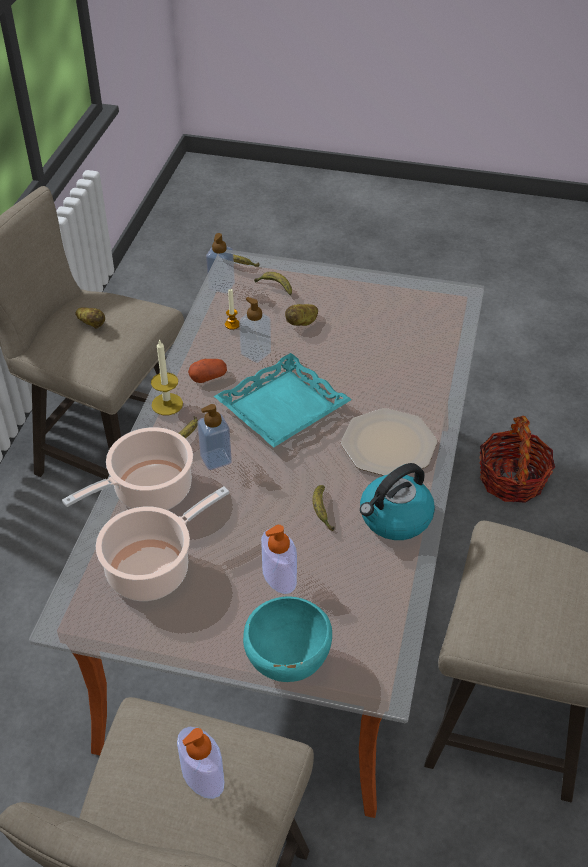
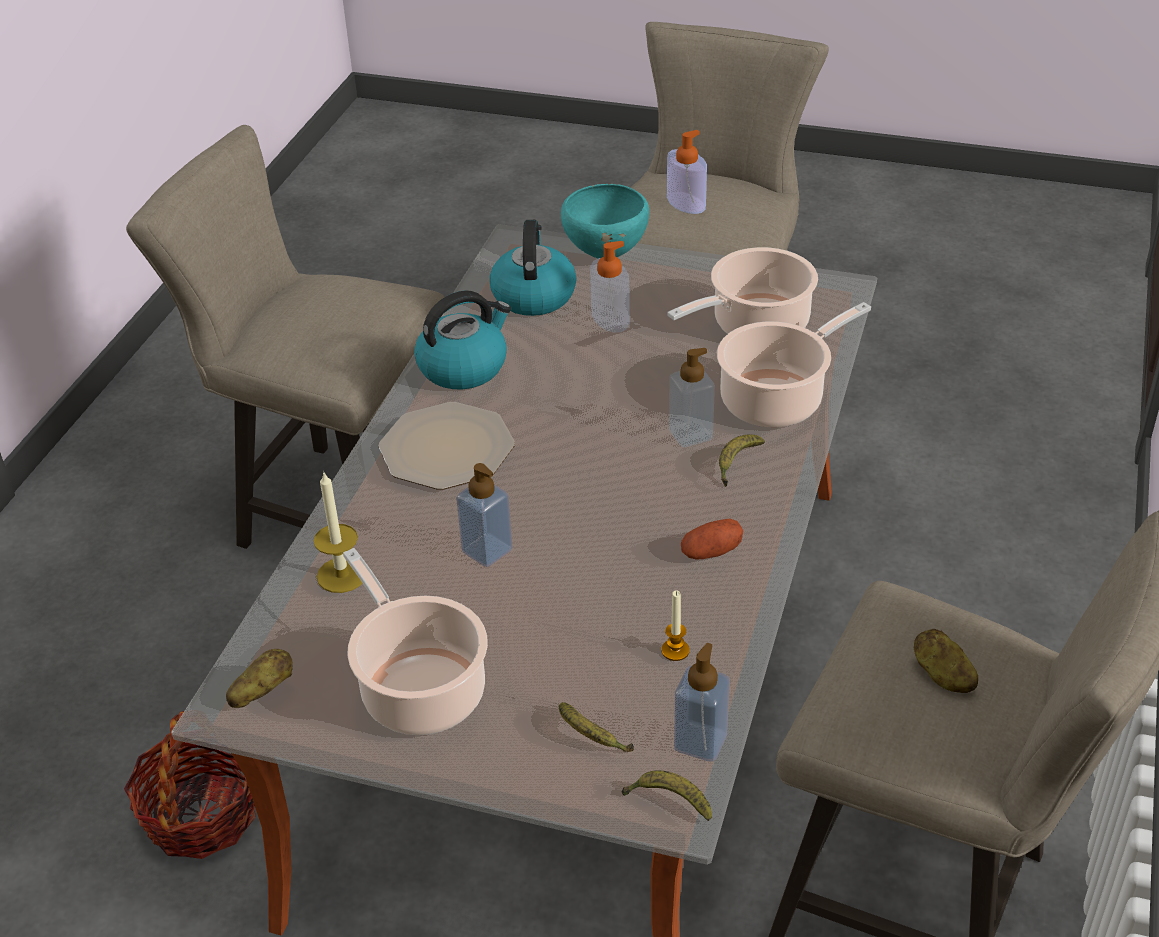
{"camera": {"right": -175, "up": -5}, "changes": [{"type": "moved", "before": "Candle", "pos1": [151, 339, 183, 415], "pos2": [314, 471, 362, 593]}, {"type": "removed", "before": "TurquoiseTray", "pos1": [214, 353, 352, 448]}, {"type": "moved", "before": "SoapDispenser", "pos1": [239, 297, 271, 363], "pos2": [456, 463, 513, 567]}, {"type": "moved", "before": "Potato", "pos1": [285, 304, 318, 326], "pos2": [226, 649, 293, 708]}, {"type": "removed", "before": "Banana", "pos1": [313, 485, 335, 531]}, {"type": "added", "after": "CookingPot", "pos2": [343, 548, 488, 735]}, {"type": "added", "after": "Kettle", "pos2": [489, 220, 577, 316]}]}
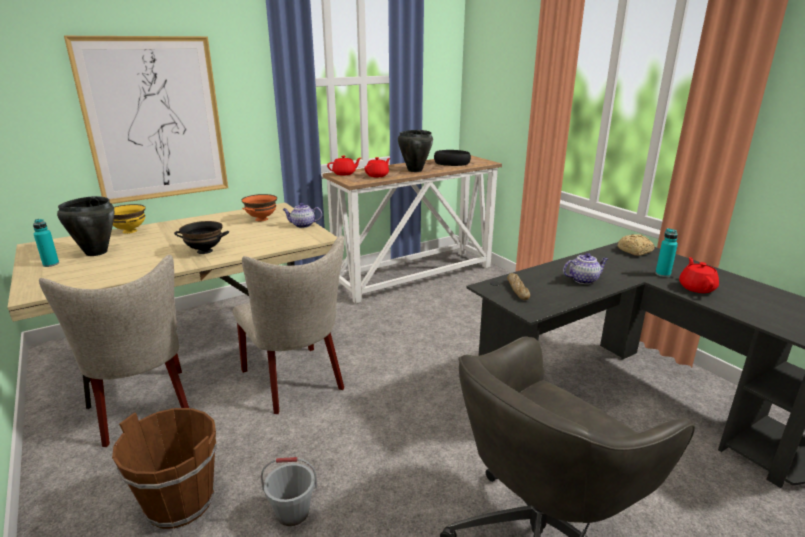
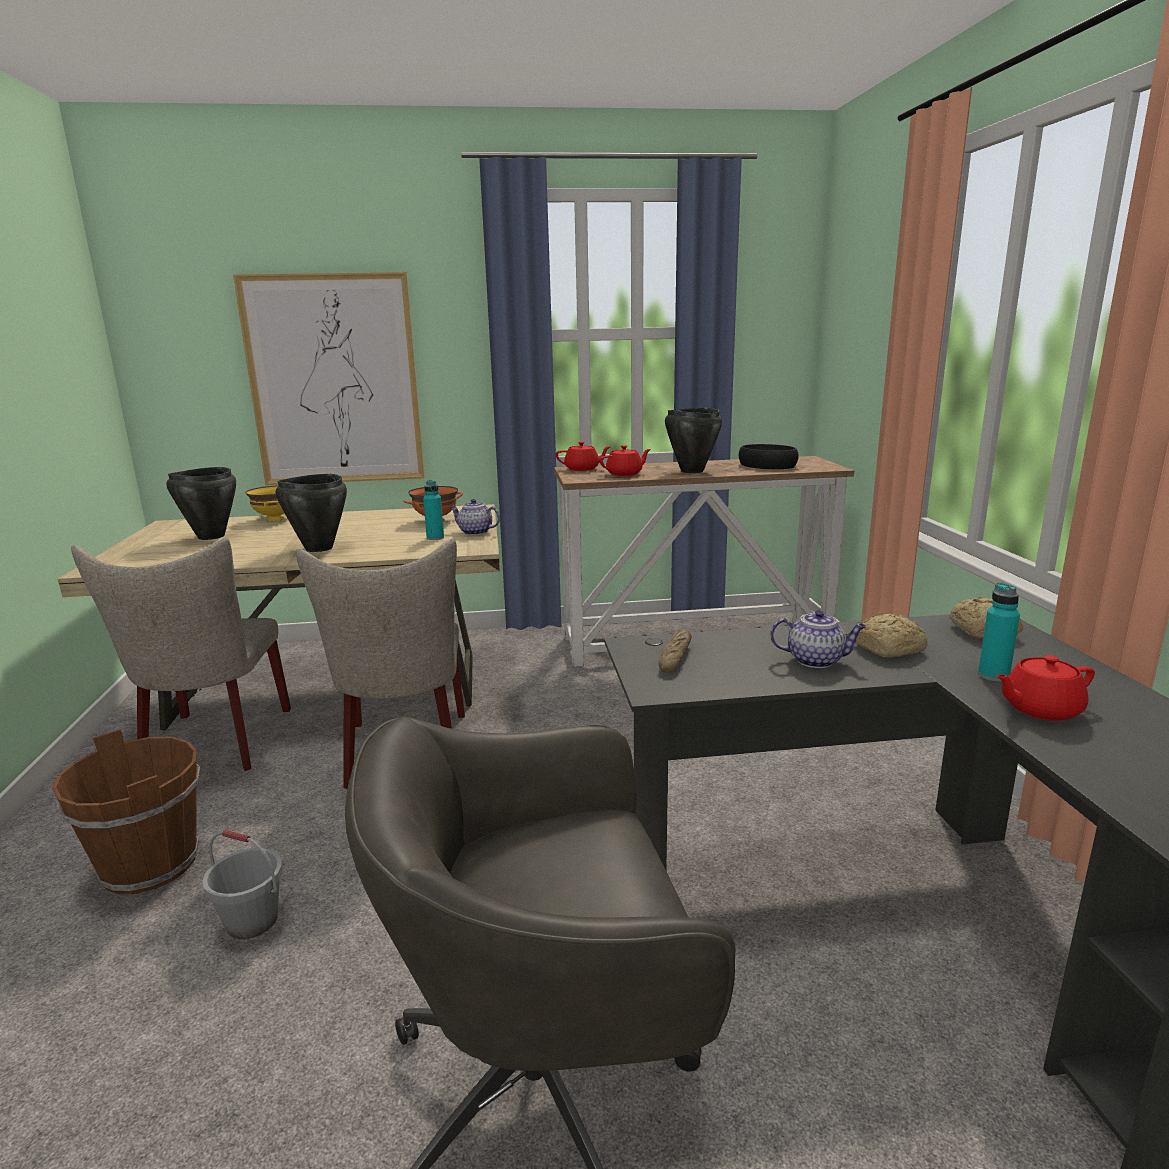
{"camera": {"right": 25, "up": -5}, "changes": [{"type": "moved", "before": "TurquoiseBottle", "pos1": [33, 219, 59, 267], "pos2": [423, 480, 444, 540]}, {"type": "replaced", "before": "BlackBowl", "after": "BlackCookingPot", "pos1": [174, 221, 229, 254], "pos2": [276, 474, 347, 552]}, {"type": "turned", "before": "RedTeapot", "pos1": [679, 257, 719, 293], "pos2": [996, 655, 1095, 721], "turn": -135}, {"type": "added", "after": "Bread", "pos2": [856, 613, 928, 658]}]}
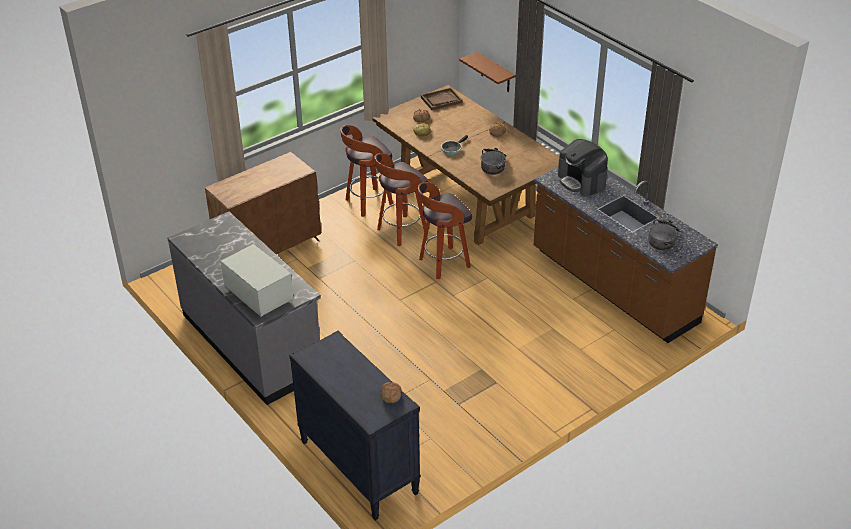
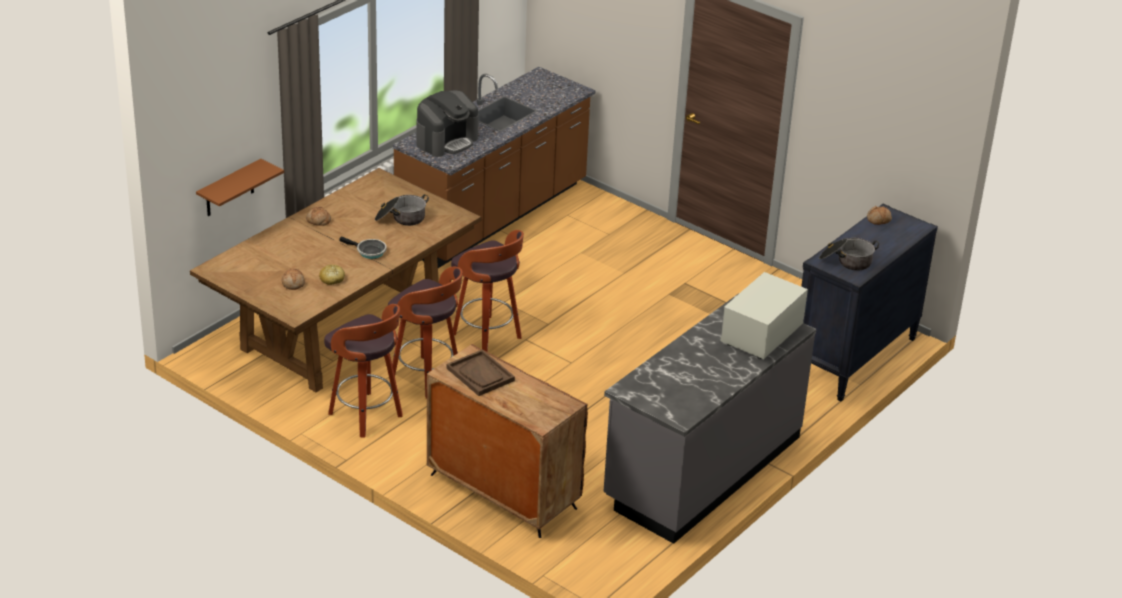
{"camera": {"right": -105, "up": -5}, "changes": [{"type": "moved", "before": "BrownTray", "pos1": [421, 88, 463, 110], "pos2": [446, 350, 515, 396]}, {"type": "moved", "before": "CookingPot", "pos1": [648, 219, 681, 250], "pos2": [819, 238, 879, 271]}]}
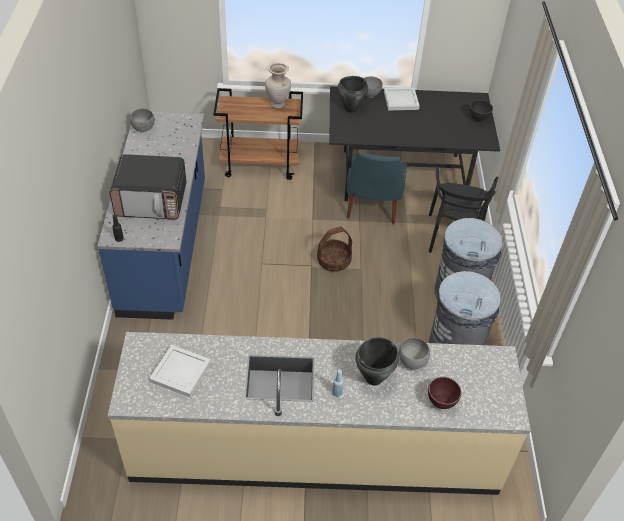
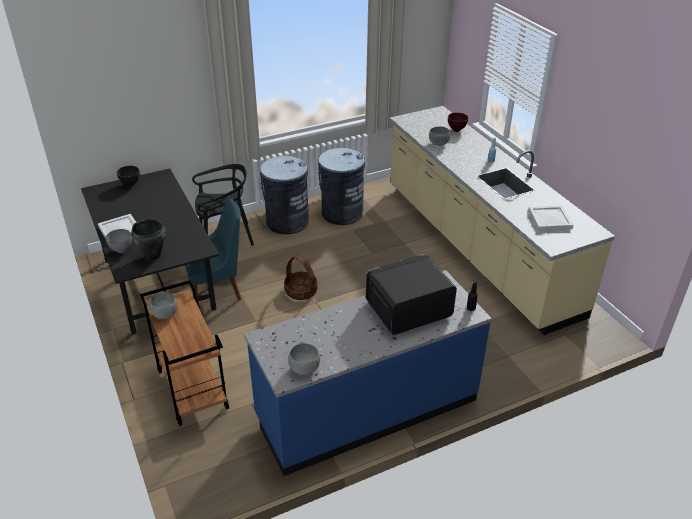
{"camera": {"right": -115, "up": -10}, "changes": [{"type": "turned", "before": "Microwave", "pos1": [110, 154, 186, 219], "pos2": [365, 254, 457, 335], "turn": -90}, {"type": "replaced", "before": "BeigeVase", "after": "GreyBowl", "pos1": [265, 63, 291, 108], "pos2": [149, 292, 177, 319]}, {"type": "removed", "before": "BlackCookingPot", "pos1": [355, 337, 399, 386]}]}
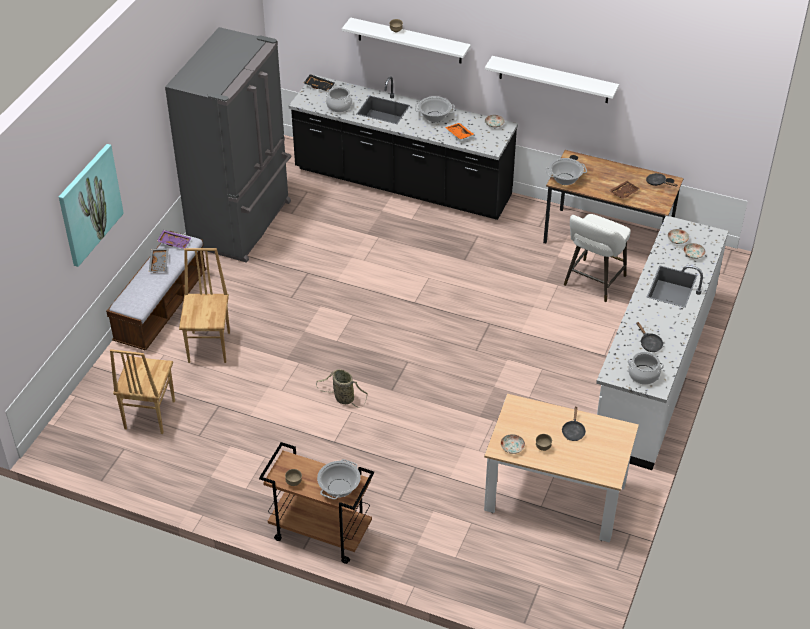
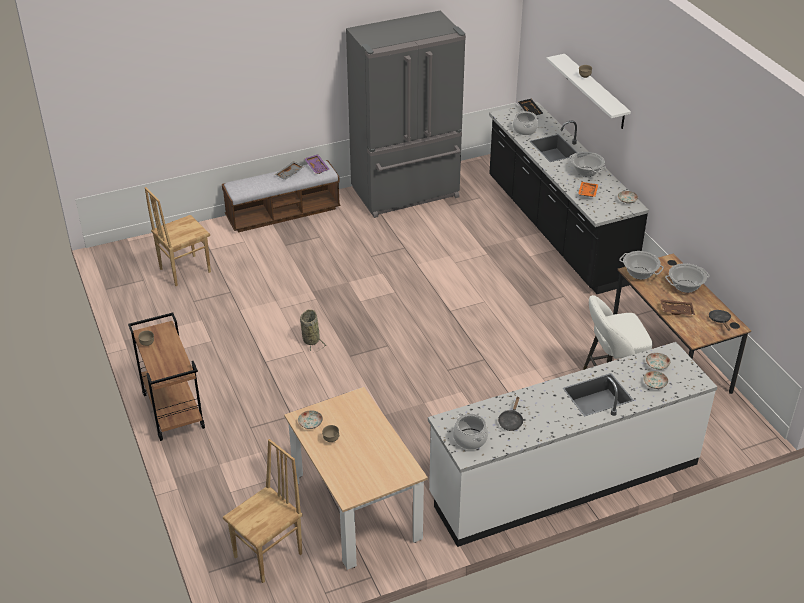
{"camera": {"right": 45, "up": -5}, "changes": [{"type": "removed", "before": "Picture", "pos1": [59, 144, 124, 267]}, {"type": "moved", "before": "BrownChair", "pos1": [179, 248, 230, 363], "pos2": [223, 439, 303, 583]}, {"type": "moved", "before": "CookingPot", "pos1": [317, 459, 361, 500], "pos2": [665, 263, 710, 293]}, {"type": "removed", "before": "WhiteShelf", "pos1": [485, 56, 619, 103]}, {"type": "removed", "before": "BlackFryingPan", "pos1": [562, 407, 586, 441]}]}
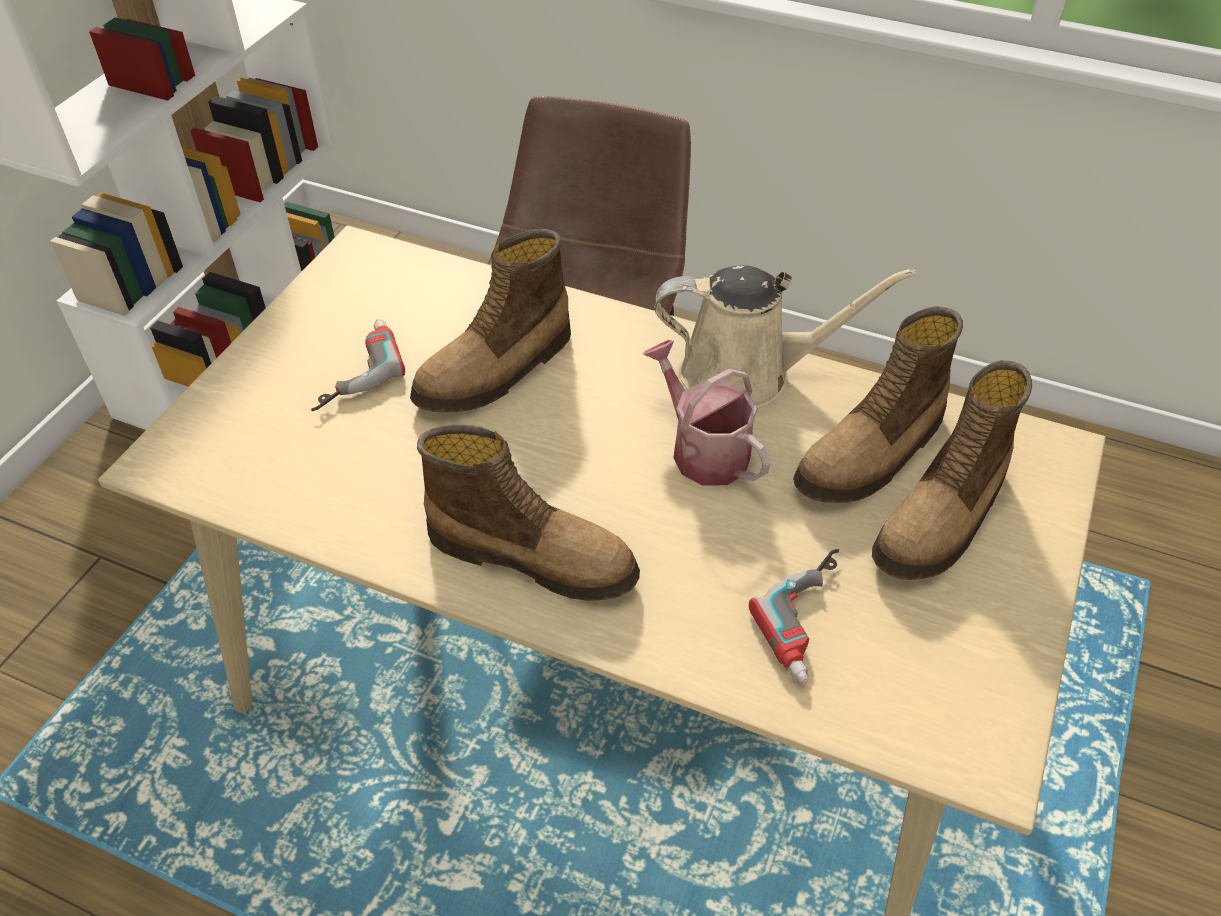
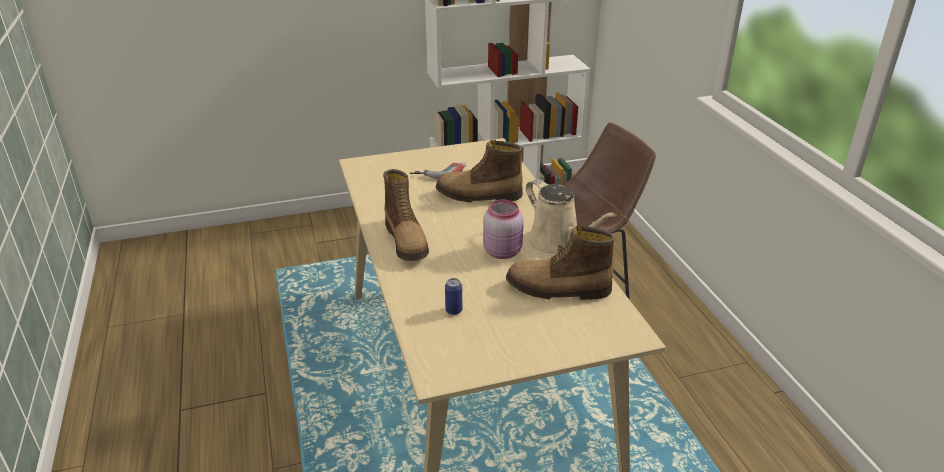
{"camera": {"right": 50, "up": -15}, "changes": [{"type": "replaced", "before": "WateringCan", "after": "PinkJar", "pos1": [643, 340, 771, 486], "pos2": [483, 200, 524, 259]}, {"type": "replaced", "before": "PowerDrill", "after": "Can", "pos1": [749, 549, 839, 684], "pos2": [445, 278, 462, 315]}, {"type": "removed", "before": "Boot", "pos1": [872, 360, 1032, 580]}]}
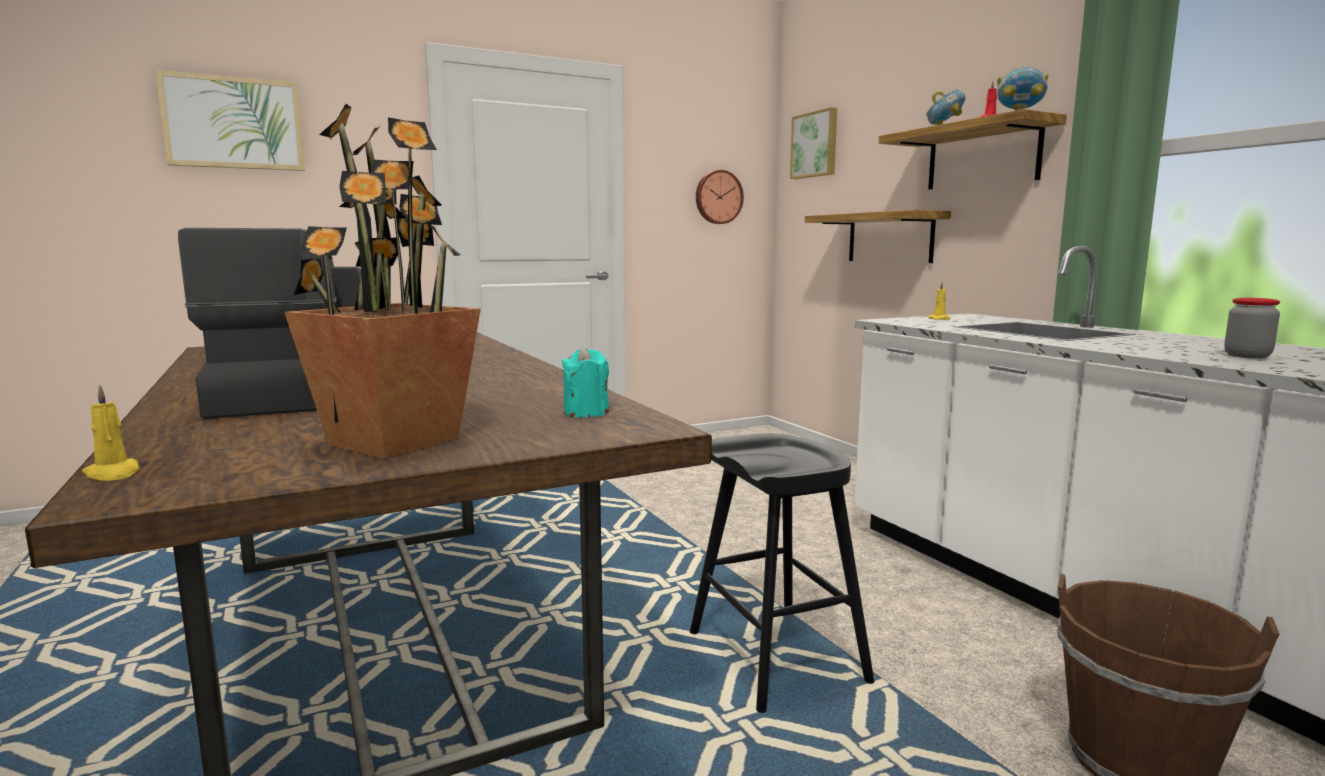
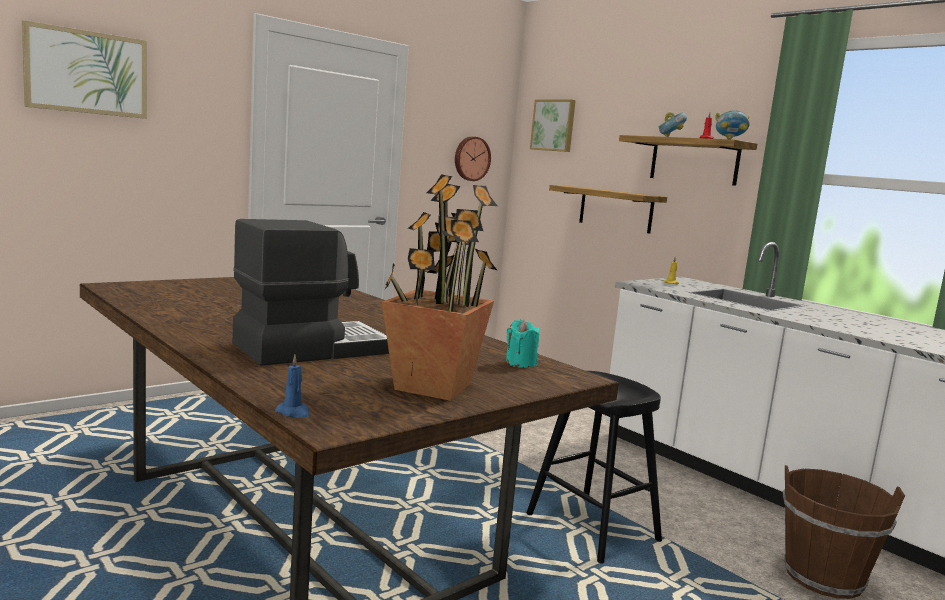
{"camera": {"right": -15, "up": 0}, "changes": [{"type": "recoloured", "before": "YellowCandle", "after": "BlueCandle", "pos1": [82, 385, 140, 481], "pos2": [275, 355, 309, 418]}, {"type": "removed", "before": "Jar", "pos1": [1224, 298, 1280, 359]}]}
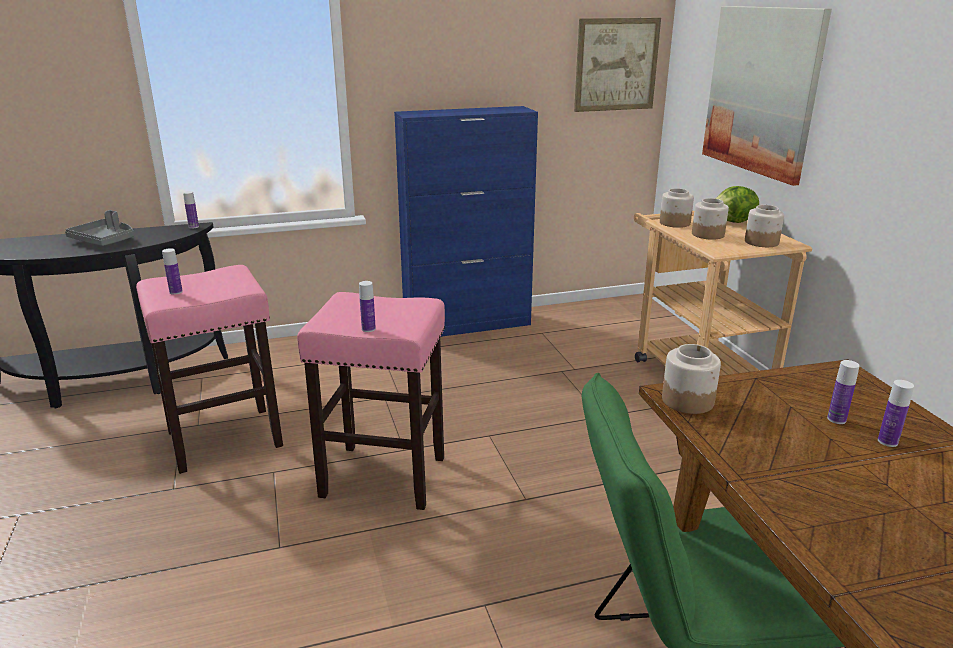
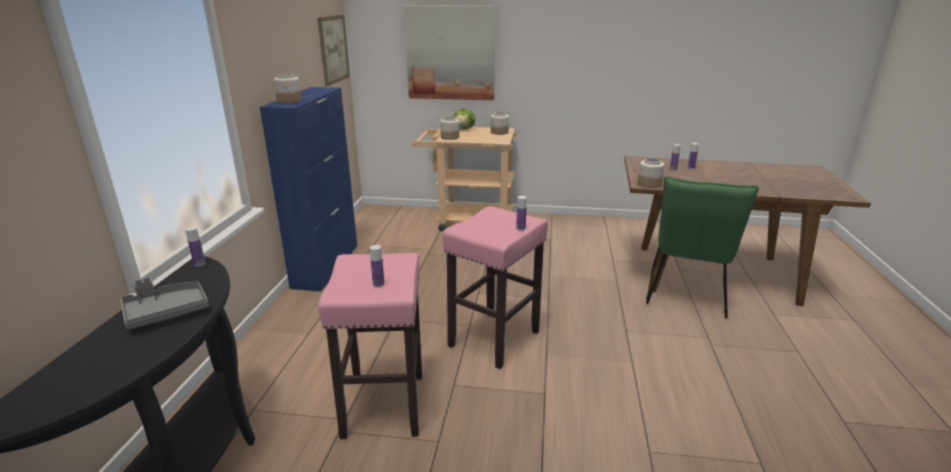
{"camera": {"right": -65, "up": 0}, "changes": [{"type": "moved", "before": "Jar", "pos1": [692, 198, 729, 240], "pos2": [274, 73, 302, 104]}]}
